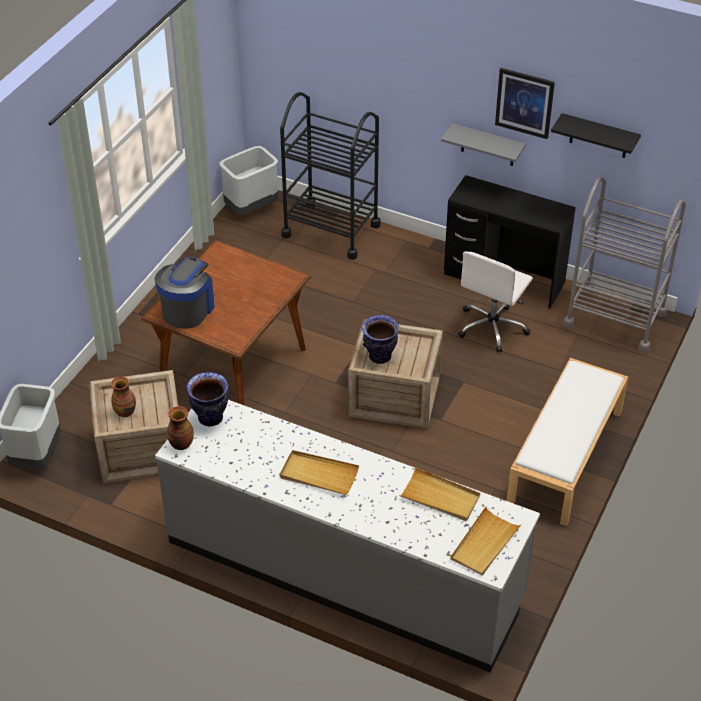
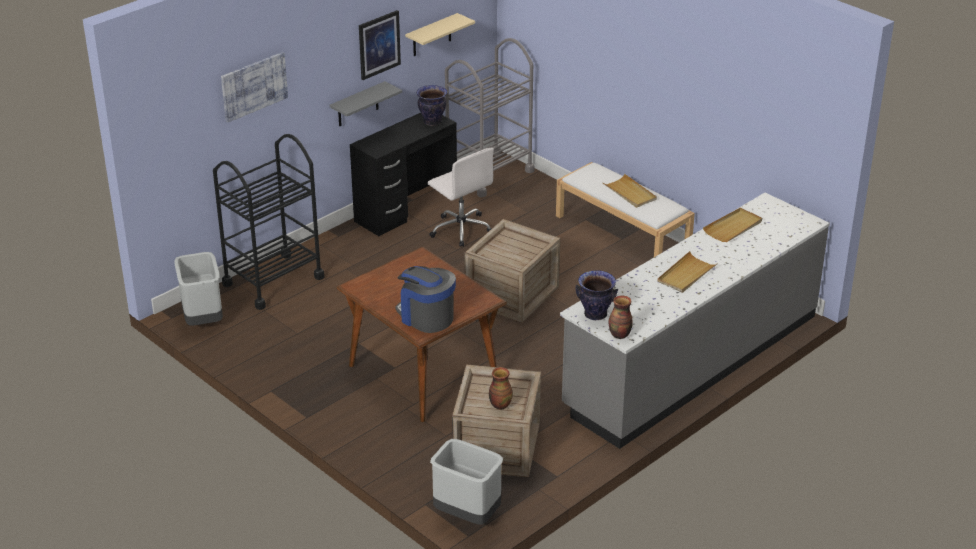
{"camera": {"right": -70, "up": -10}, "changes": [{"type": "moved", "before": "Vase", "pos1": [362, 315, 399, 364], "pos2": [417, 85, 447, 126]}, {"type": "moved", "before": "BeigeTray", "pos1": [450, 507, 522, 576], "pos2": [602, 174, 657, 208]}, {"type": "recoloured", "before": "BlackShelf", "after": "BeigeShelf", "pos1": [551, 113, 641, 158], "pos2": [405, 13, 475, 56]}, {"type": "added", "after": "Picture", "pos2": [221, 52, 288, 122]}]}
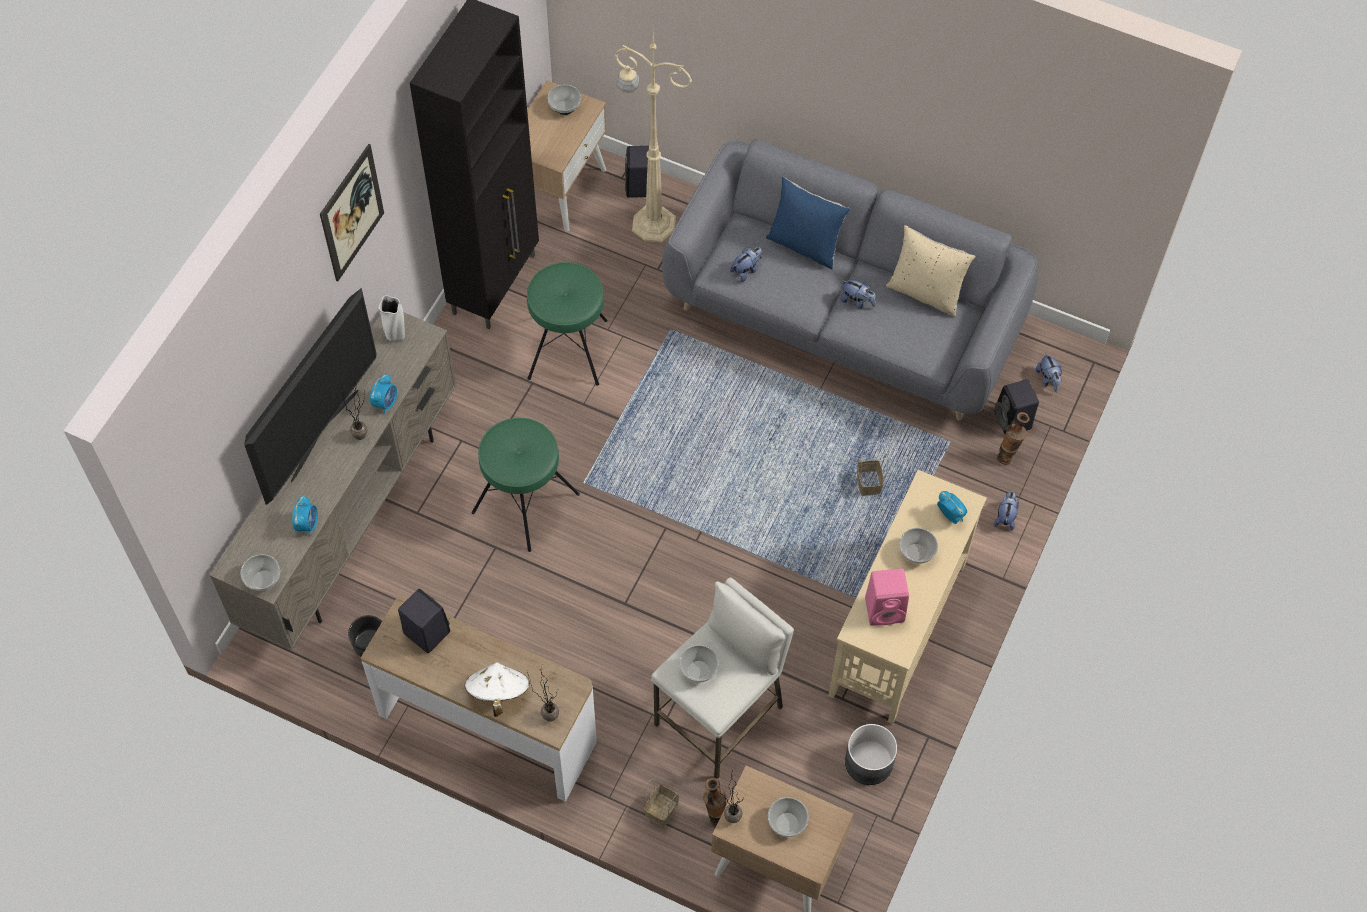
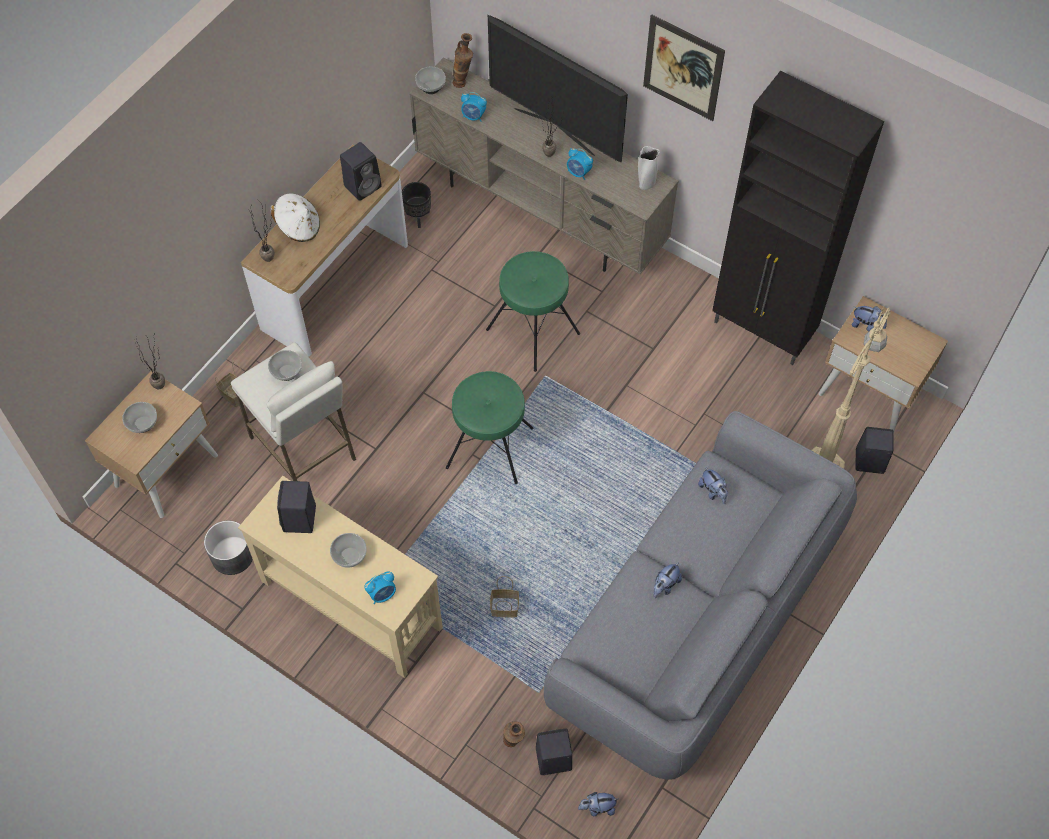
{"camera": {"right": 100, "up": 0}, "changes": [{"type": "moved", "before": "GreenStool", "pos1": [527, 262, 608, 386], "pos2": [446, 371, 533, 484]}, {"type": "removed", "before": "Bowl", "pos1": [548, 85, 581, 115]}, {"type": "moved", "before": "Vase", "pos1": [703, 778, 726, 828], "pos2": [453, 33, 473, 88]}, {"type": "removed", "before": "BluePillow", "pos1": [766, 177, 850, 269]}, {"type": "recoloured", "before": "PinkSpeaker", "after": "BlackSpeaker", "pos1": [865, 569, 909, 626], "pos2": [277, 481, 316, 533]}, {"type": "removed", "before": "BeigePillow", "pos1": [886, 225, 976, 317]}, {"type": "moved", "before": "PlushToy", "pos1": [994, 491, 1019, 531], "pos2": [852, 306, 887, 331]}]}
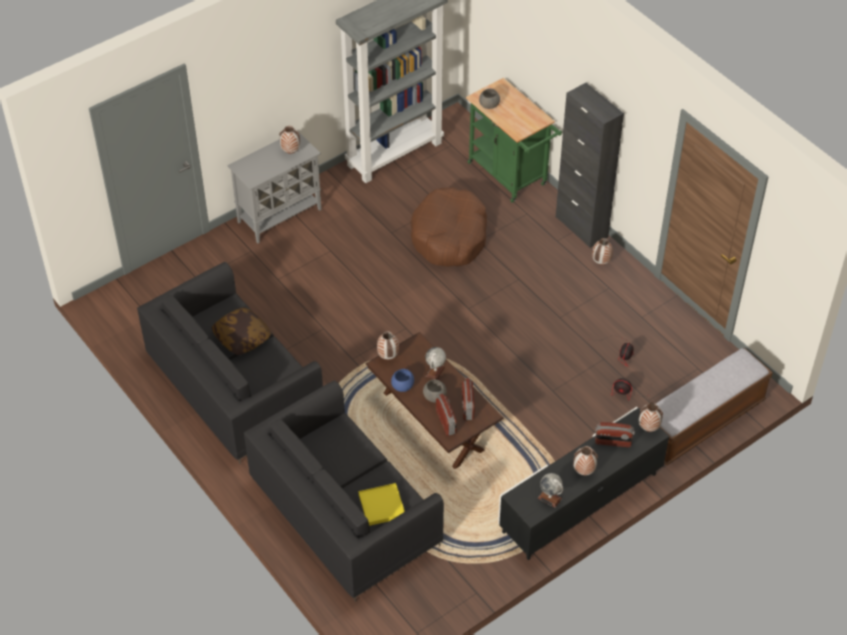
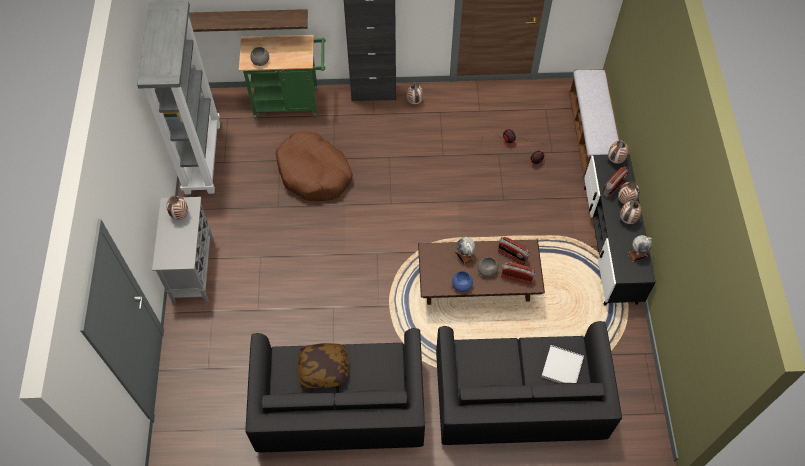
{"camera": {"right": -55, "up": 10}, "changes": [{"type": "recoloured", "before": "YellowTray", "after": "WhiteTray", "pos1": [359, 483, 405, 526], "pos2": [541, 345, 584, 383]}, {"type": "moved", "before": "Vase", "pos1": [377, 331, 399, 360], "pos2": [618, 181, 640, 204]}, {"type": "added", "after": "Shelf", "pos2": [189, 9, 308, 32]}]}
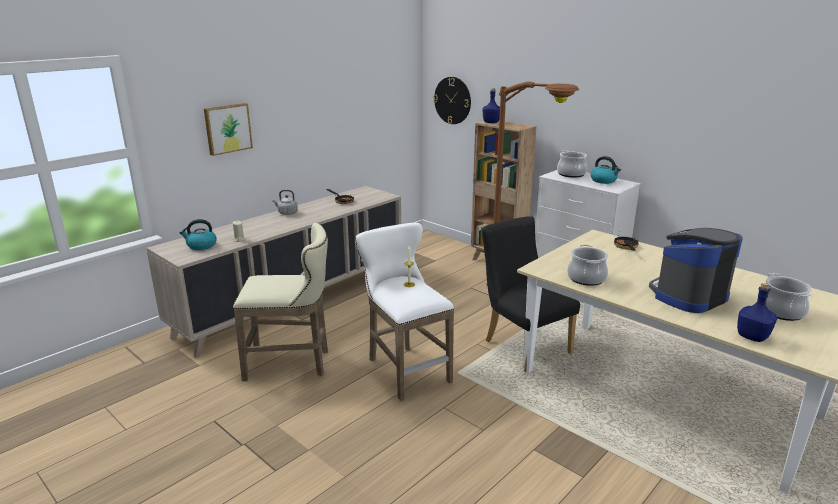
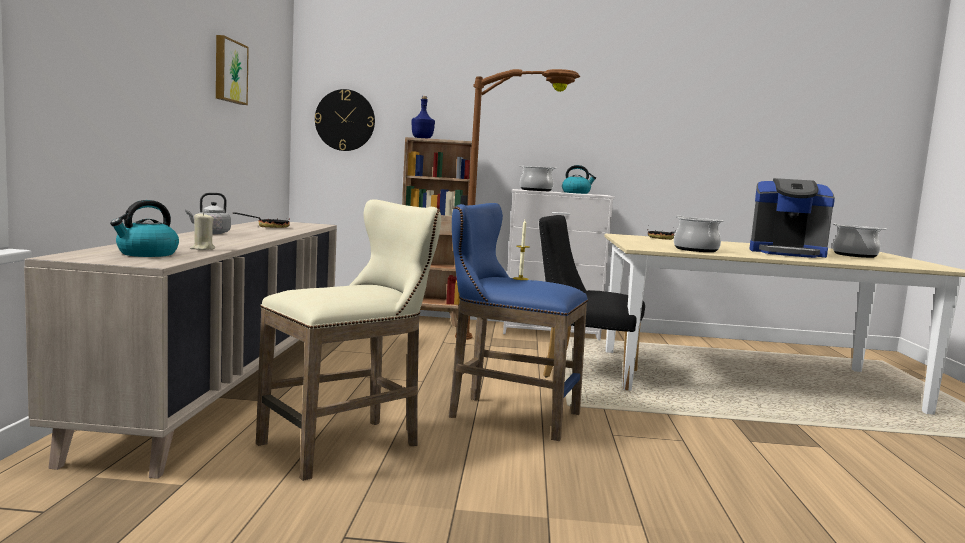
{"camera": {"right": -40, "up": -15}, "changes": [{"type": "moved", "before": "Picture", "pos1": [204, 103, 253, 156], "pos2": [216, 35, 249, 105]}, {"type": "recoloured", "before": "WhiteStool", "after": "BlueStool", "pos1": [355, 223, 454, 401], "pos2": [449, 203, 588, 441]}, {"type": "turned", "before": "CoffeeMachine", "pos1": [649, 228, 743, 313], "pos2": [750, 178, 835, 258], "turn": -90}, {"type": "removed", "before": "BlueBottle", "pos1": [737, 283, 777, 342]}]}
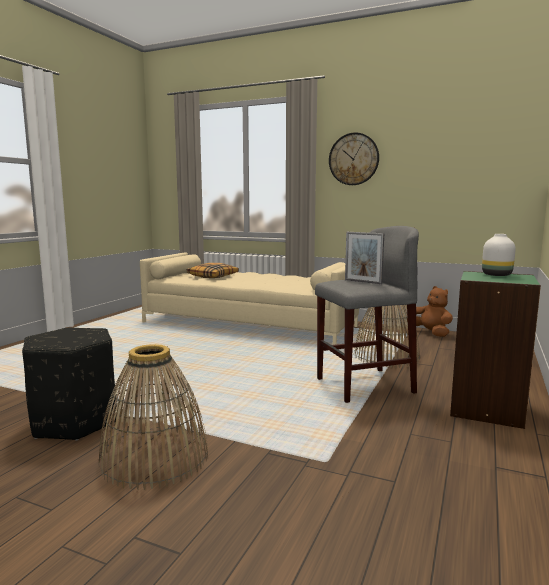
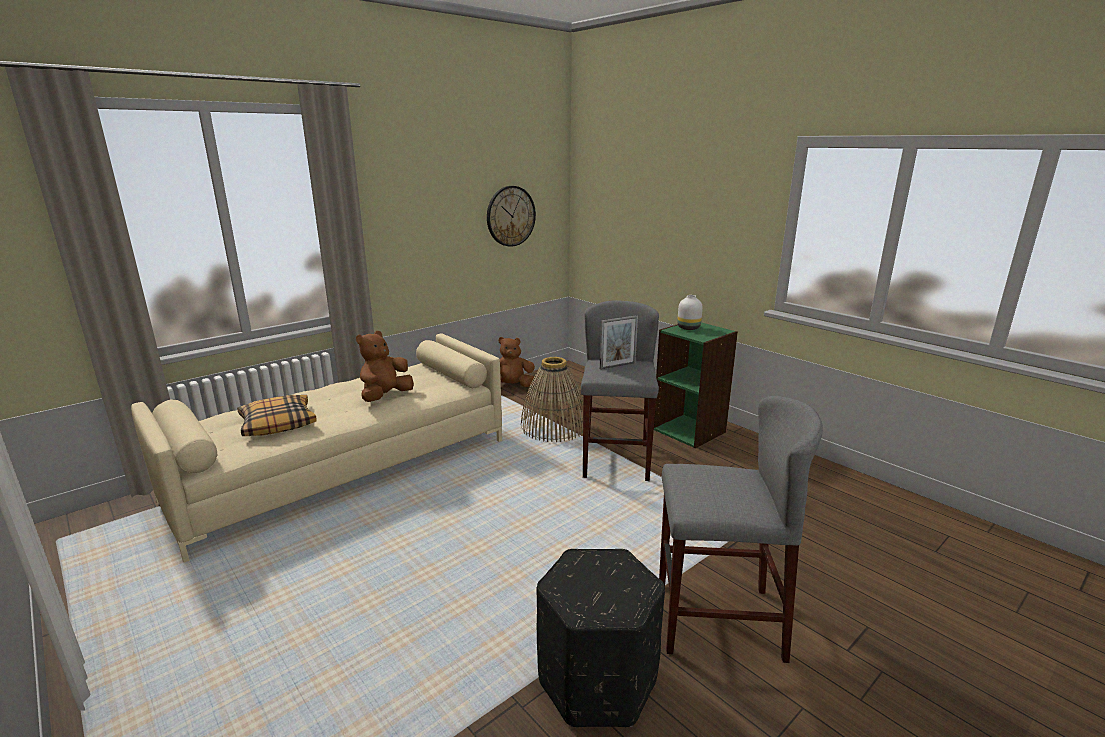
{"camera": {"right": -65, "up": 10}, "changes": [{"type": "replaced", "before": "Basket", "after": "GreyStool", "pos1": [99, 344, 208, 490], "pos2": [659, 396, 823, 663]}, {"type": "moved", "before": "WallClock", "pos1": [329, 133, 379, 185], "pos2": [487, 186, 536, 247]}, {"type": "added", "after": "BrownPlushToy", "pos2": [356, 331, 414, 402]}]}
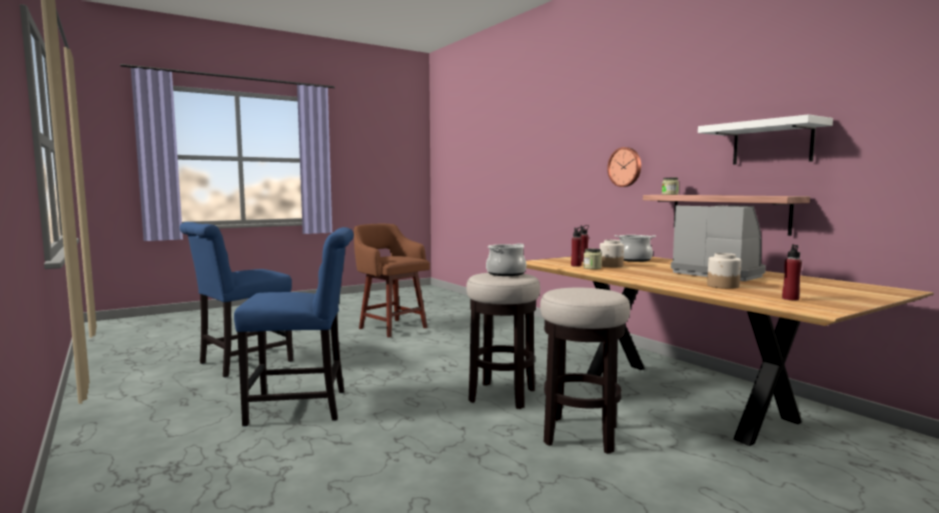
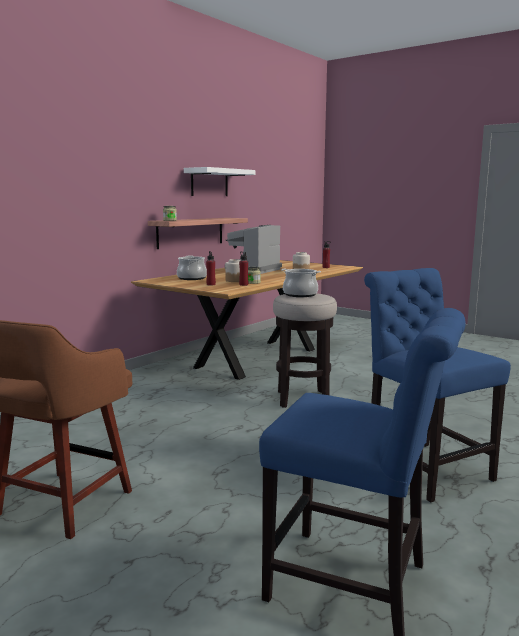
{"camera": {"right": -110, "up": 5}, "changes": [{"type": "removed", "before": "Stool", "pos1": [540, 288, 630, 454]}, {"type": "removed", "before": "WallClock", "pos1": [607, 147, 641, 187]}]}
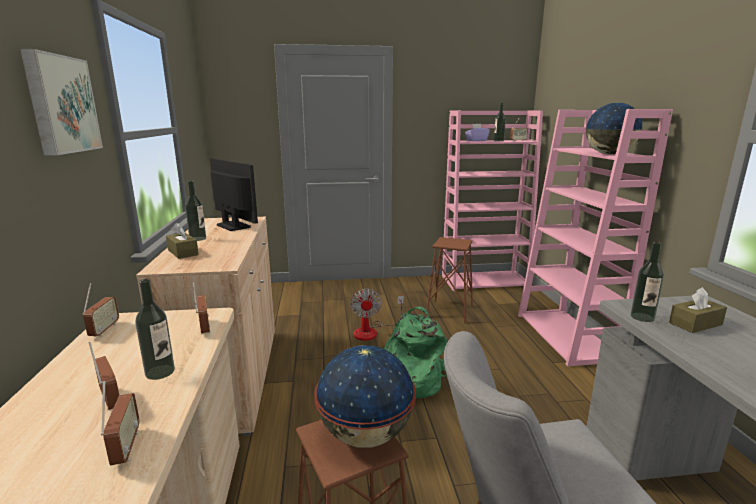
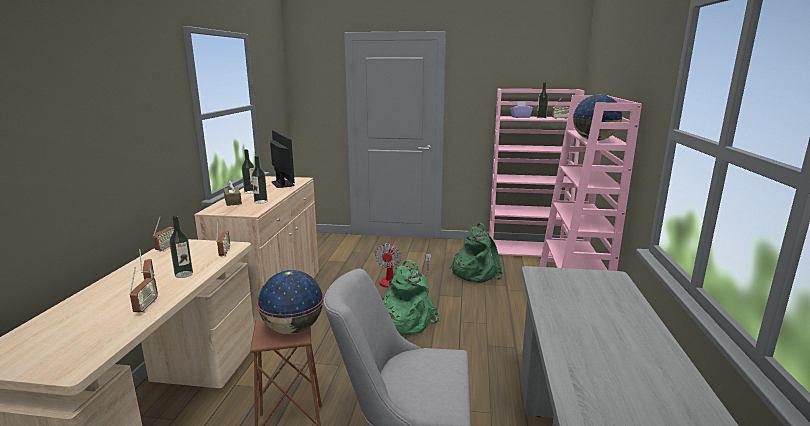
{"camera": {"right": 15, "up": 0}, "changes": [{"type": "removed", "before": "Picture", "pos1": [20, 49, 103, 156]}, {"type": "replaced", "before": "BrownStool", "after": "GreenBackpack", "pos1": [426, 237, 473, 323], "pos2": [449, 223, 503, 283]}, {"type": "moved", "before": "Bottle", "pos1": [631, 242, 664, 322], "pos2": [252, 156, 268, 204]}, {"type": "removed", "before": "BrownTissueBox", "pos1": [669, 287, 727, 333]}]}
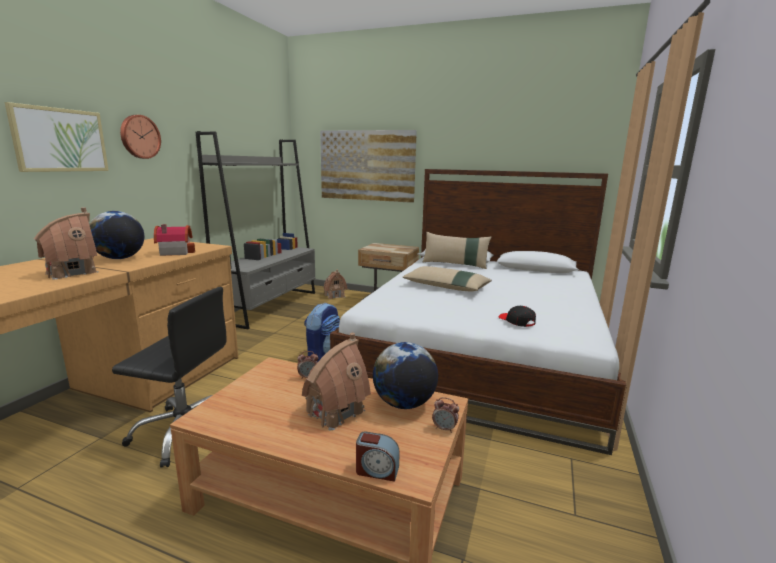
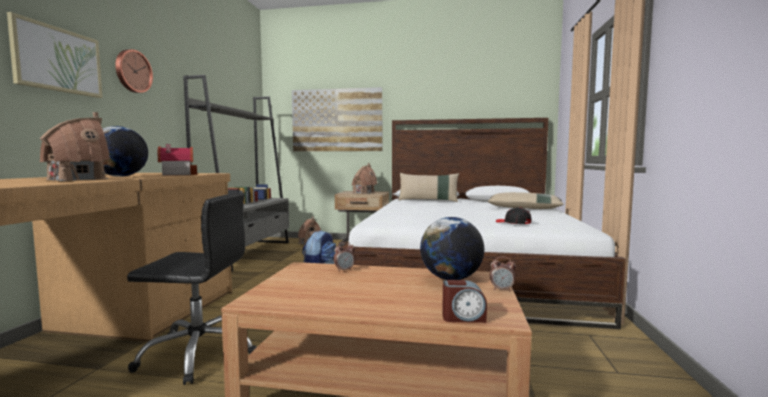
{"camera": {"right": -10, "up": -10}, "changes": [{"type": "moved", "before": "ToyHouse", "pos1": [302, 333, 371, 431], "pos2": [352, 163, 377, 194]}, {"type": "moved", "before": "BeigePillow", "pos1": [403, 266, 492, 291], "pos2": [487, 192, 564, 209]}]}
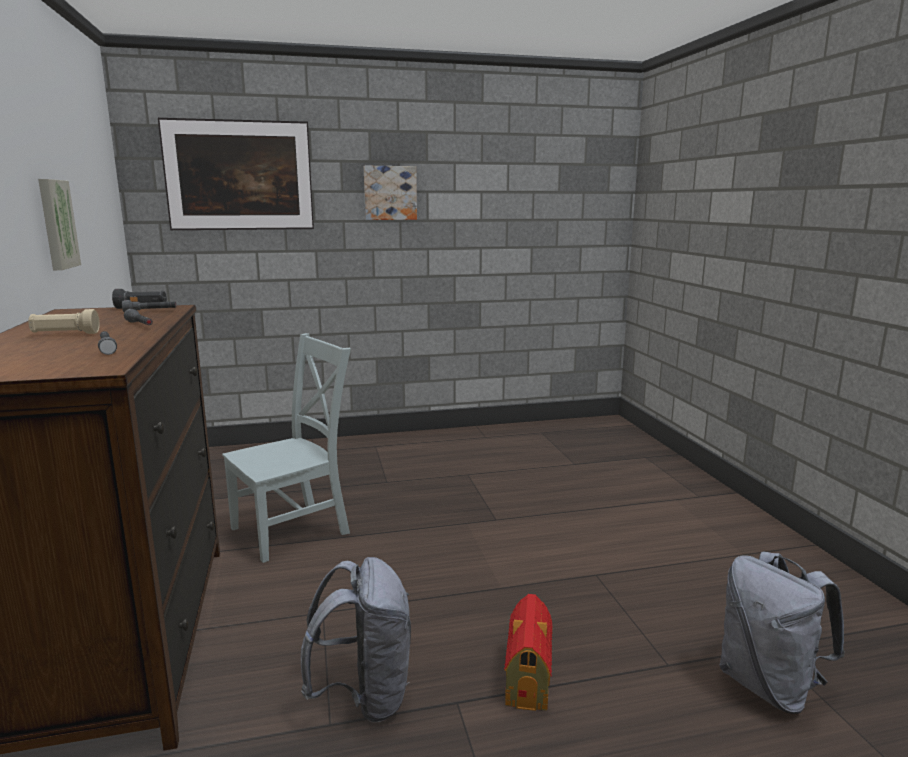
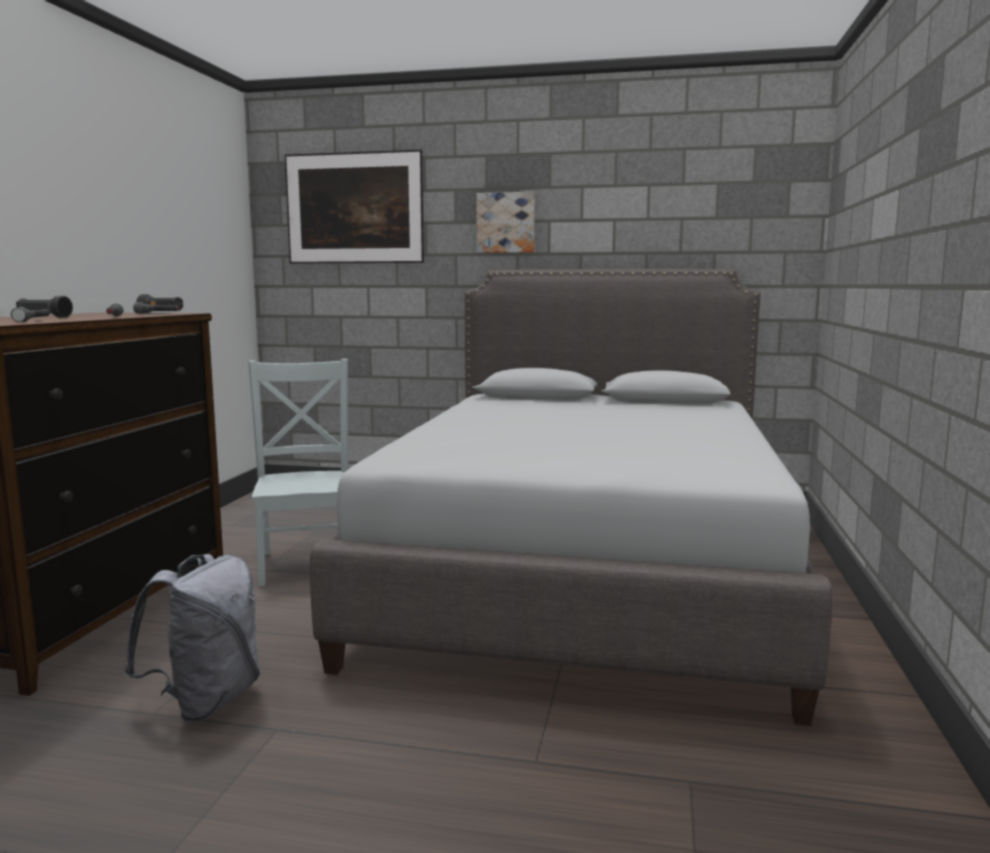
{"camera": {"right": 25, "up": -5}, "changes": [{"type": "recoloured", "before": "BeigeFlashlight", "after": "BlackFlashlight", "pos1": [28, 309, 100, 334], "pos2": [16, 296, 73, 318]}, {"type": "removed", "before": "Picture", "pos1": [38, 179, 81, 270]}, {"type": "turned", "before": "GreyChair", "pos1": [222, 333, 351, 563], "pos2": [248, 359, 349, 586], "turn": -90}, {"type": "removed", "before": "ToyHouse", "pos1": [504, 594, 553, 711]}, {"type": "removed", "before": "GreyBackpack", "pos1": [719, 552, 845, 714]}, {"type": "added", "after": "GreyBed", "pos2": [310, 269, 832, 726]}]}
